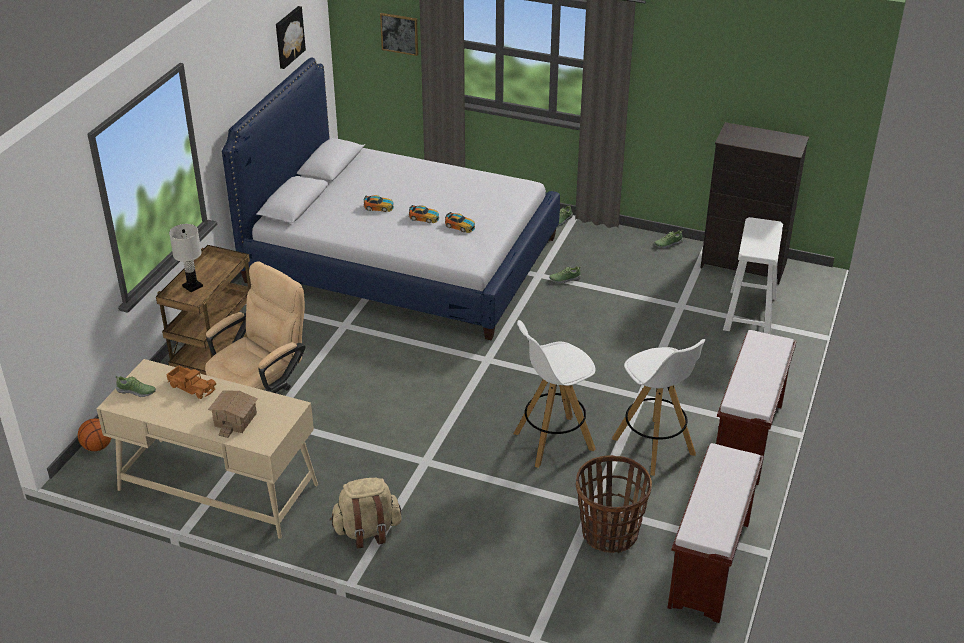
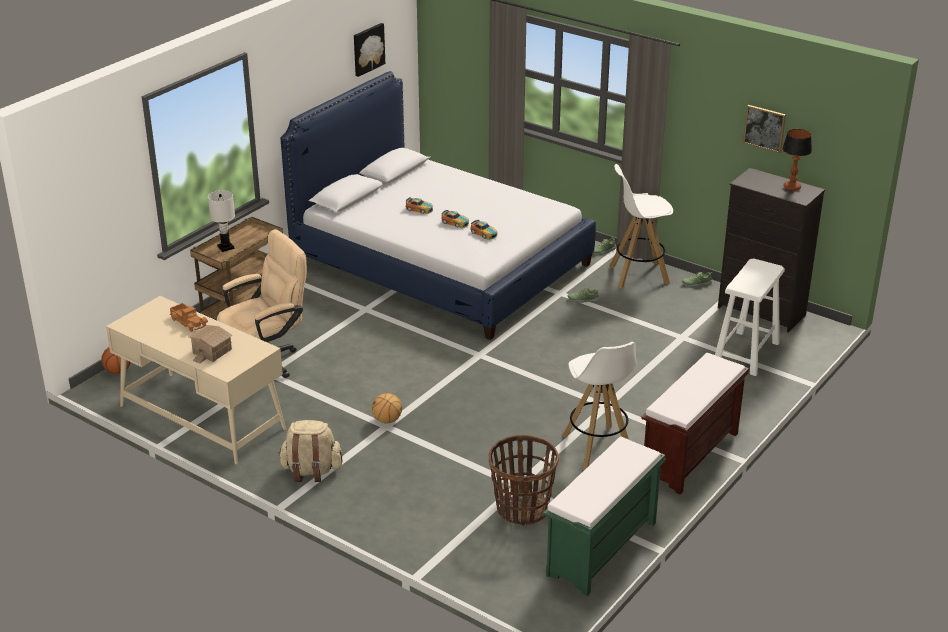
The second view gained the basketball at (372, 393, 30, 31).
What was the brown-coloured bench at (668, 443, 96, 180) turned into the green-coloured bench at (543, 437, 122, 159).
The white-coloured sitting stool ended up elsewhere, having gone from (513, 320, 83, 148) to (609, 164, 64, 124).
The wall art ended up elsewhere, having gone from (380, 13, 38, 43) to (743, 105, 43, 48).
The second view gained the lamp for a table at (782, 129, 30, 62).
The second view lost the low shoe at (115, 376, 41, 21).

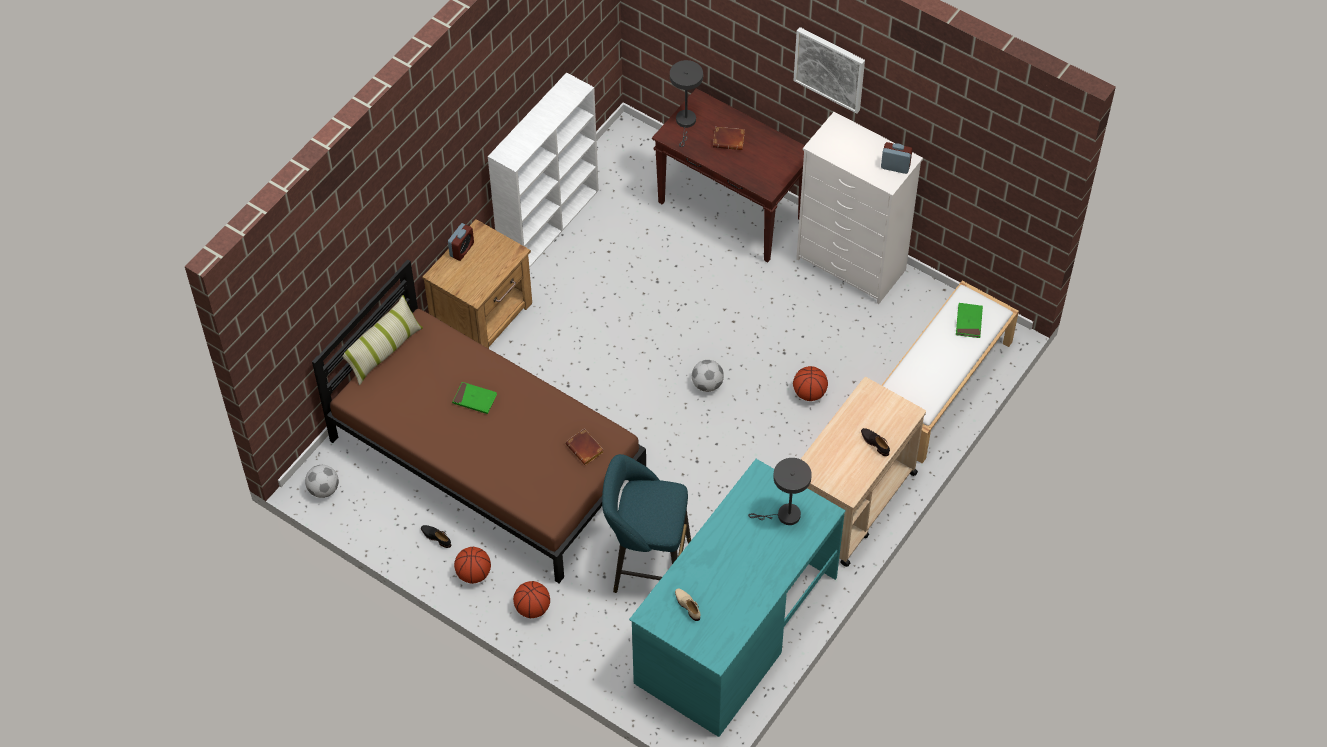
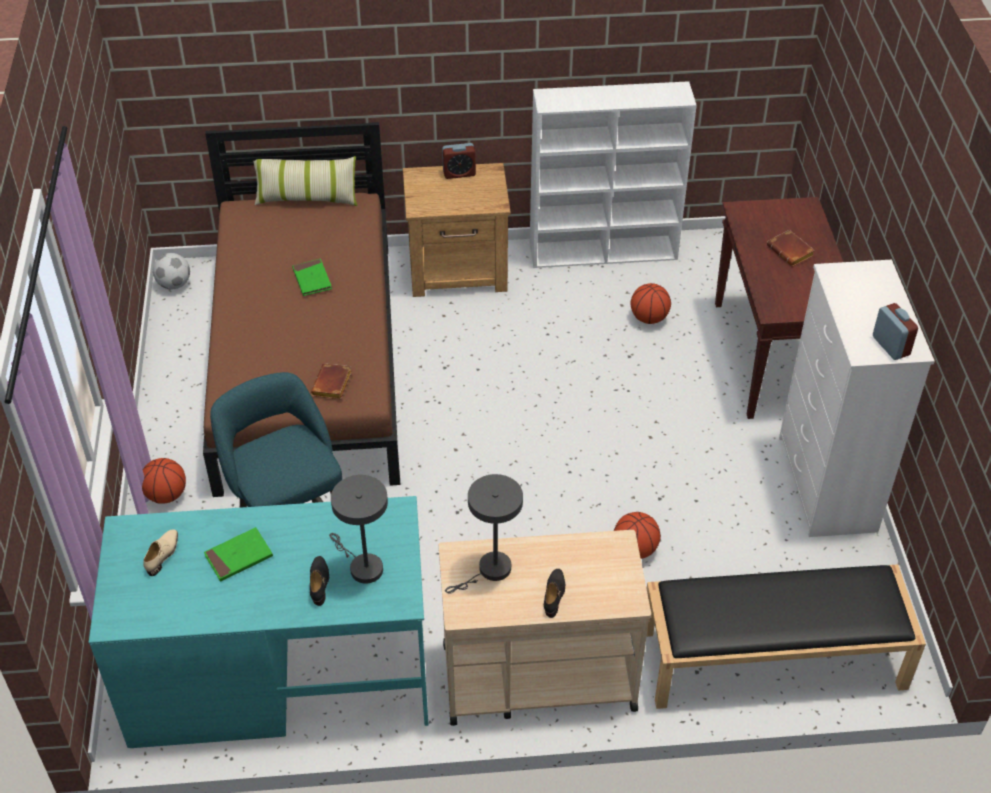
The green-coloured volume ended up elsewhere, having gone from (956, 303, 27, 35) to (204, 527, 69, 55).
The blackish low shoe ended up elsewhere, having gone from (421, 525, 30, 23) to (310, 556, 19, 50).
The grey lamp for a table ended up elsewhere, having gone from (670, 60, 33, 87) to (445, 474, 78, 120).
The basketball ended up elsewhere, having gone from (454, 547, 37, 37) to (630, 283, 41, 41).
What was the white-coloured bench at (882, 281, 137, 182) turned into the blackish bench at (646, 565, 280, 144).
The second view lost the ball for football at (692, 360, 32, 32).
The second view lost the wall art at (793, 27, 72, 87).

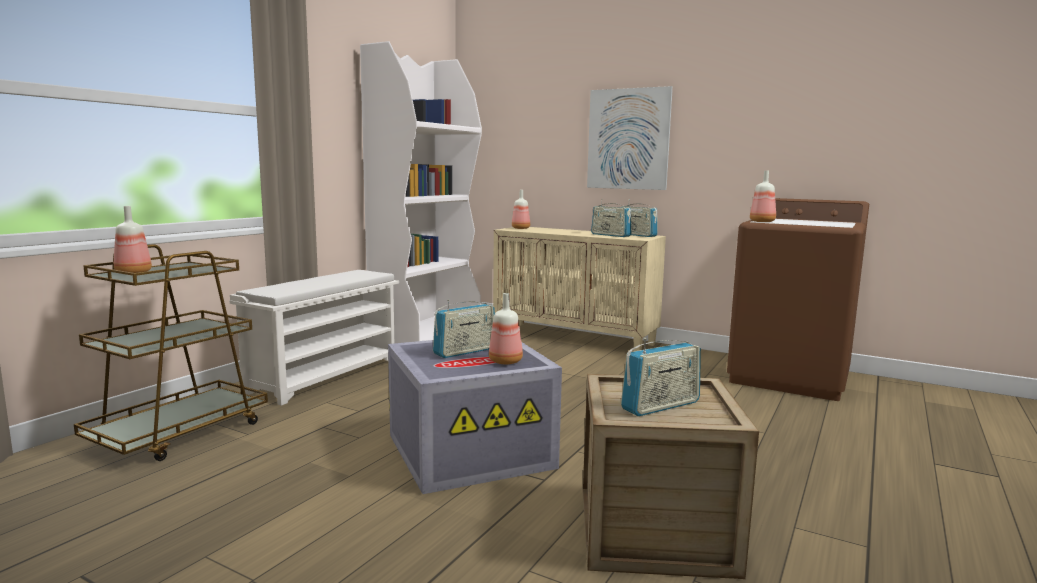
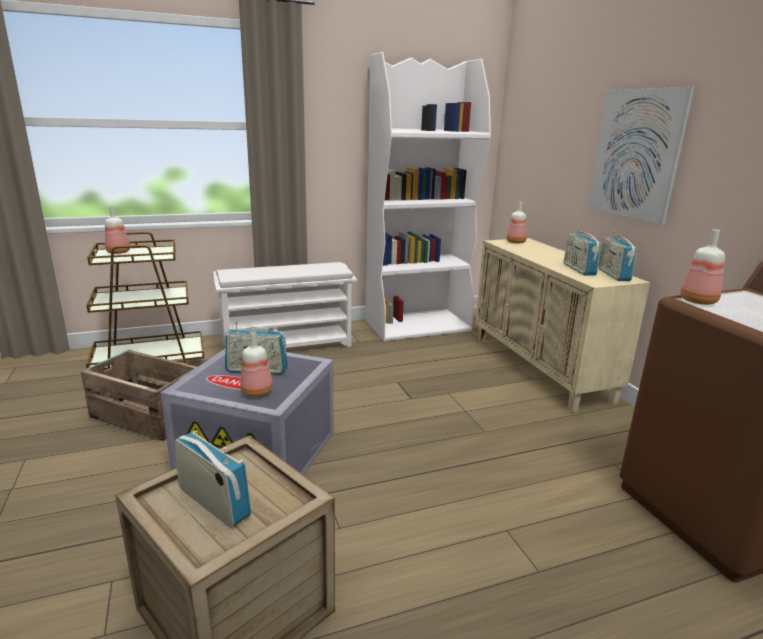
The second view gained the crate at (81, 350, 116, 91).
The radio set at (621, 338, 80, 78) ended up facing another way, 150 degrees counterclockwise from before.

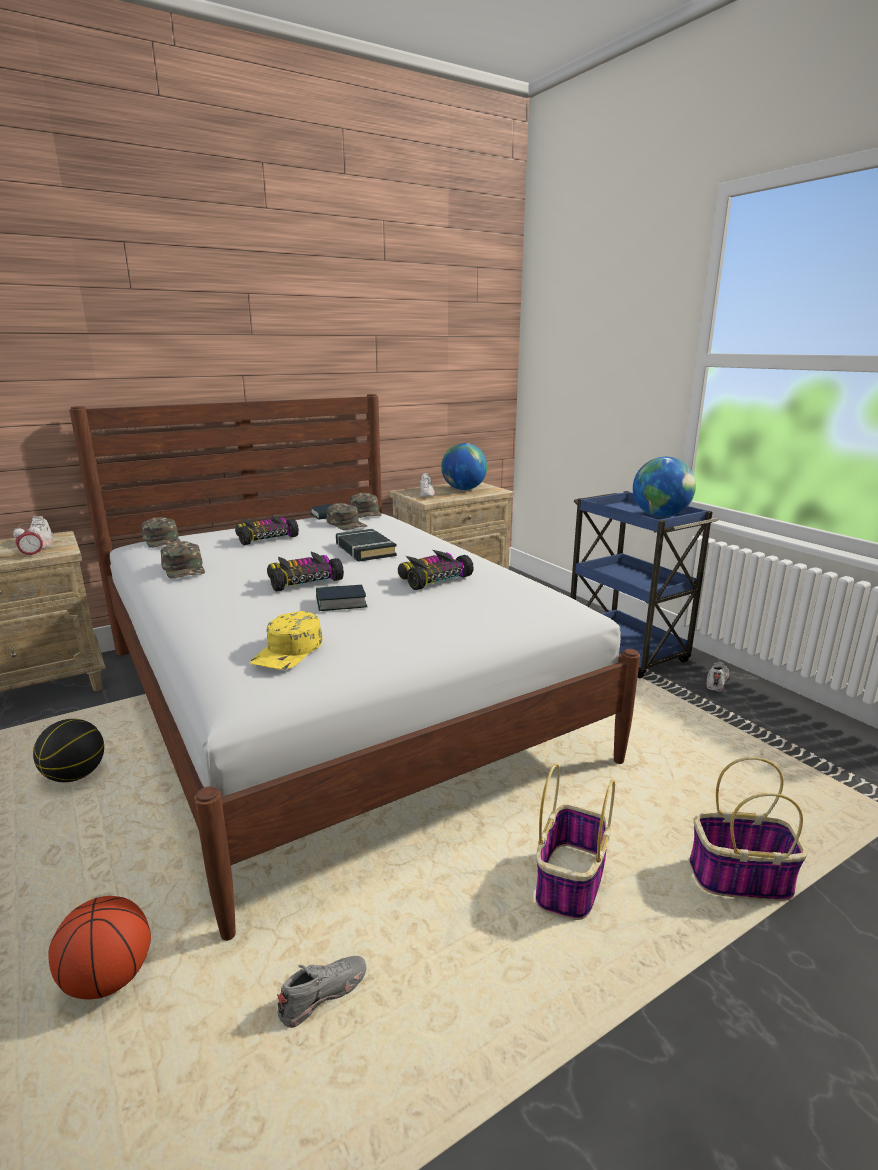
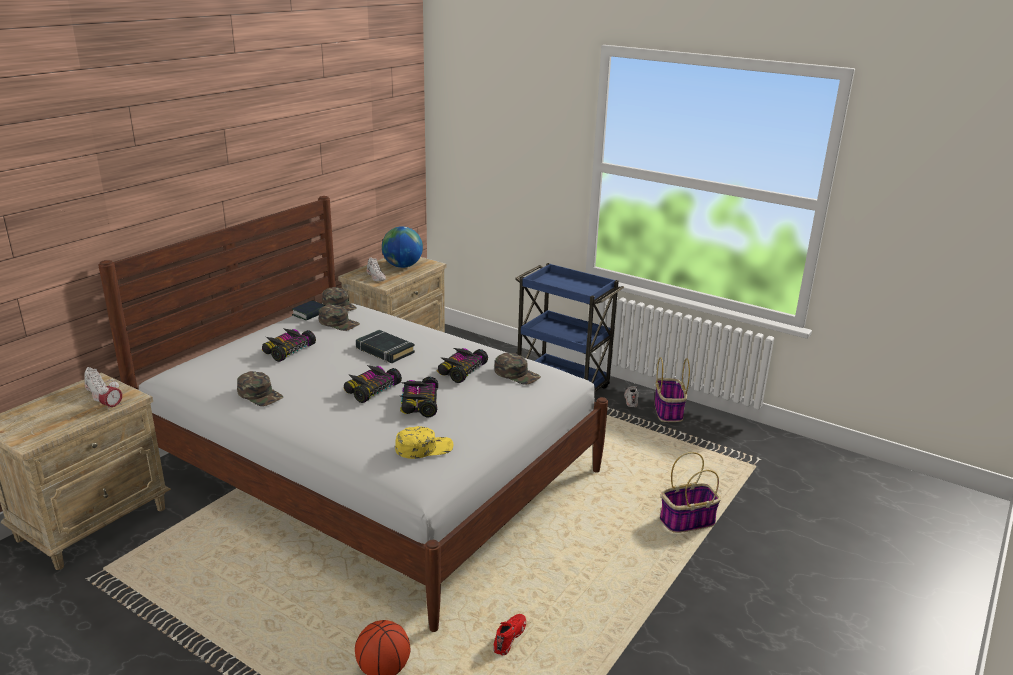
The yellow cap at (250, 611, 73, 59) ended up facing another way, 105 degrees counterclockwise from before.
Where the volume stood at (316, 585, 51, 26), the model car came to stand at (400, 377, 38, 40).
What was the grey low shoe at (277, 956, 90, 72) turned into the red low shoe at (493, 614, 33, 41).
The green-coloured cap ended up elsewhere, having gone from (141, 517, 40, 31) to (494, 353, 47, 32).
The household basket ended up elsewhere, having gone from (535, 763, 80, 157) to (654, 357, 36, 65).
The second view lost the basketball at (33, 719, 71, 63).
The second view lost the desk globe at (633, 457, 63, 60).

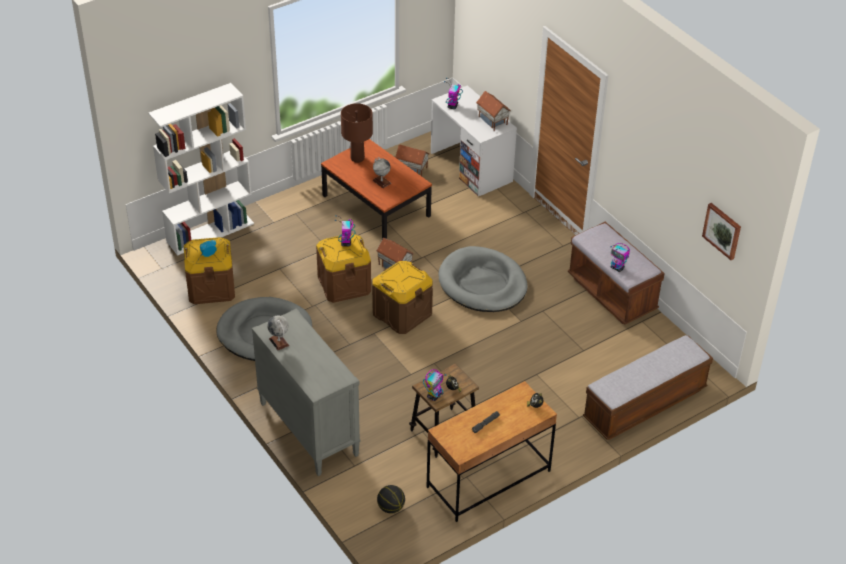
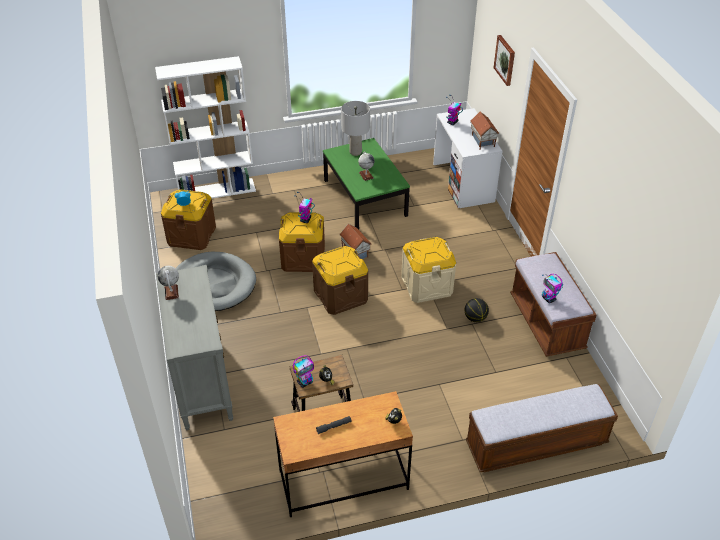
What was the brown-coloured lounge table at (321, 139, 111, 100) turned into the green-coloured lounge table at (323, 138, 87, 91).
What was the brown-coloured lamp for a table at (341, 103, 32, 60) turned into the grey lamp for a table at (341, 101, 29, 55).
Where the grey dog bed stood at (439, 246, 89, 66), the beige-coloured storage container came to stand at (401, 237, 55, 66).
The basketball ended up elsewhere, having gone from (377, 485, 28, 29) to (465, 298, 24, 24).
The wall art ended up elsewhere, having gone from (702, 203, 39, 57) to (494, 35, 21, 51).
The second view lost the miniature house at (395, 145, 35, 31).

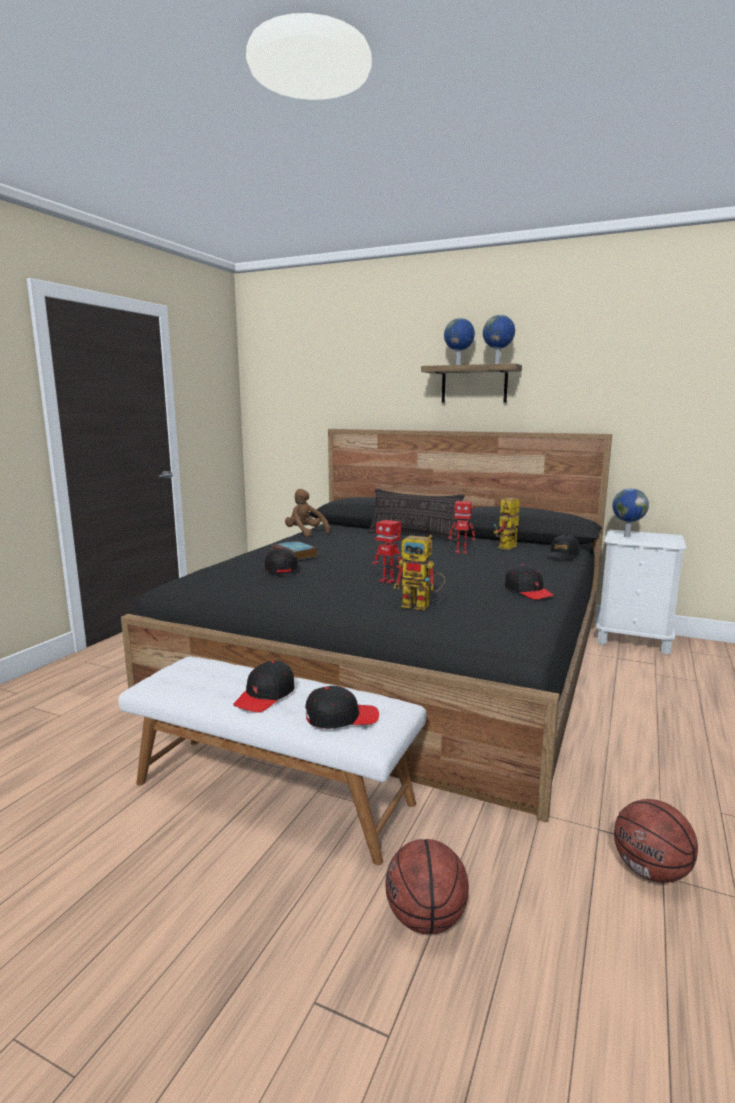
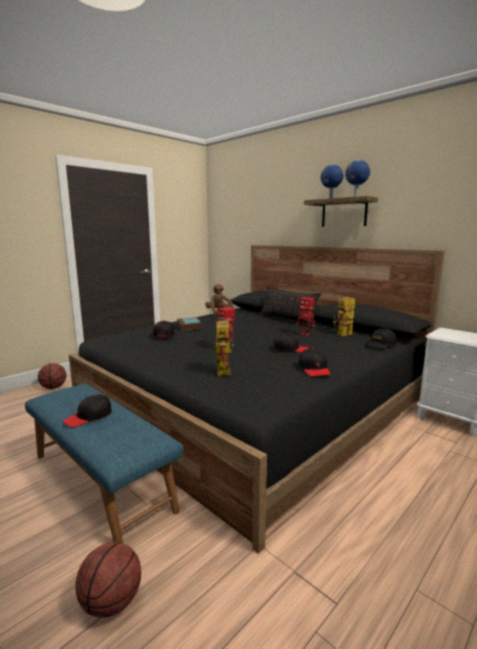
What was the white-coloured bench at (118, 657, 308, 208) turned into the bluish bench at (25, 384, 159, 160).
The basketball ended up elsewhere, having gone from (614, 799, 84, 84) to (38, 363, 28, 26).
The model robot at (394, 535, 52, 75) ended up facing another way, 135 degrees counterclockwise from before.
The blackish cap ended up elsewhere, having gone from (305, 686, 74, 43) to (273, 333, 36, 19).
The second view lost the desk globe at (612, 488, 37, 49).

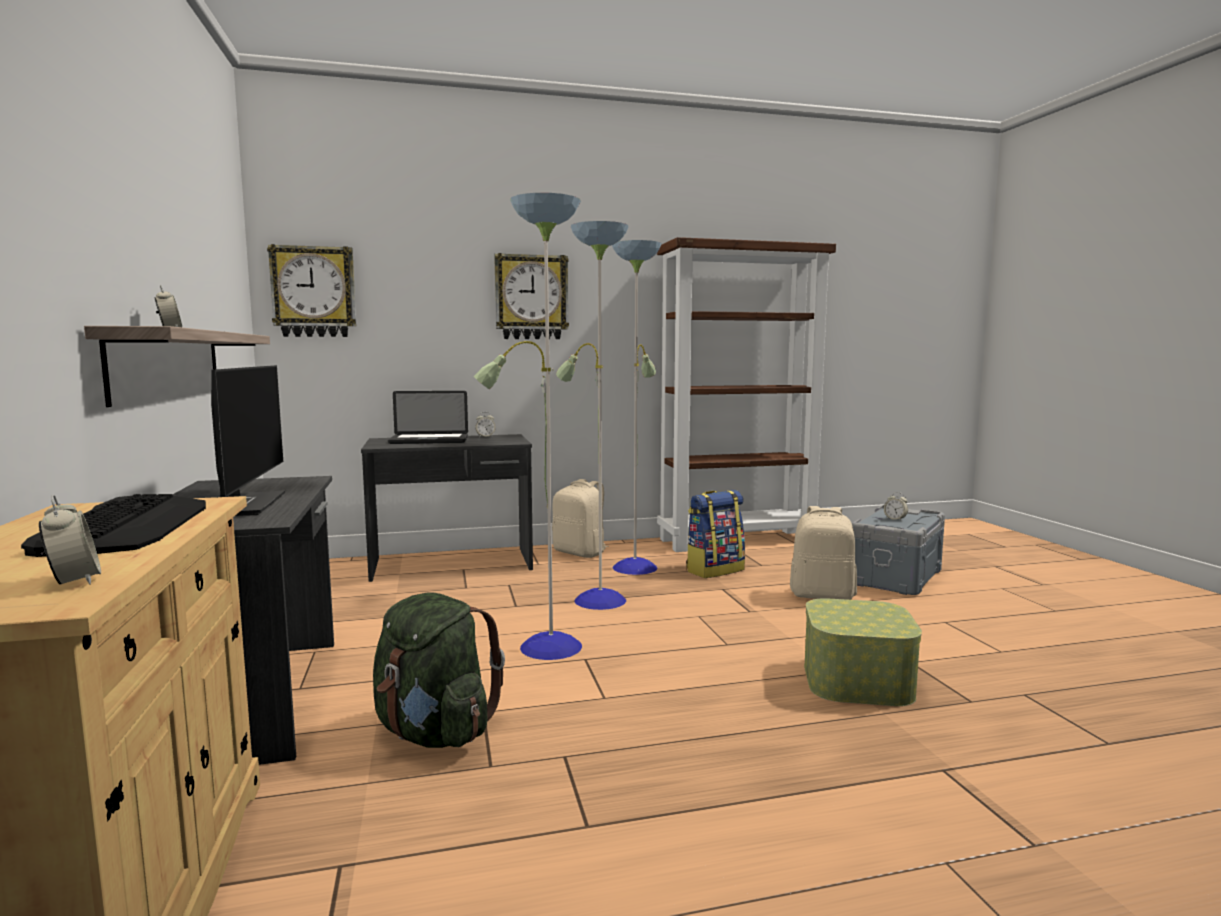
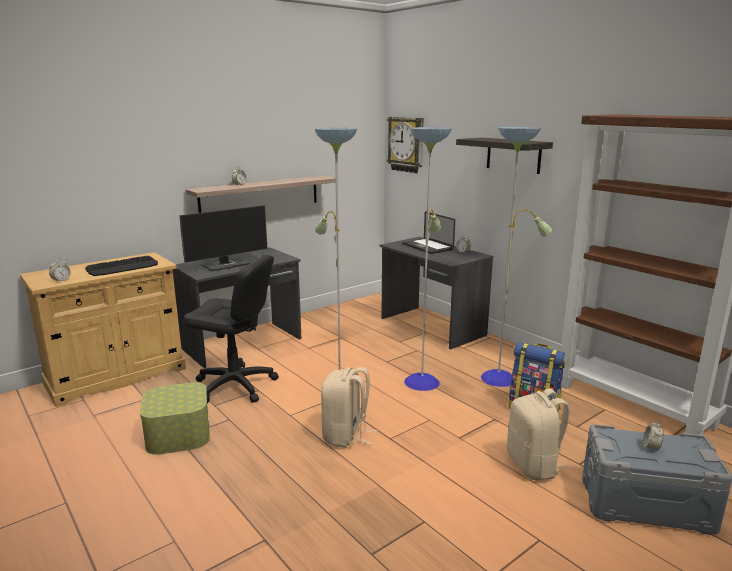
The storage container ended up elsewhere, having gone from (804, 598, 118, 108) to (139, 382, 71, 73).
Where the green-coloured backpack stood at (373, 592, 132, 156), the blackish office chair came to stand at (183, 255, 96, 148).
The beige-coloured backpack ended up elsewhere, having gone from (552, 479, 57, 79) to (321, 367, 57, 81).
Where the hanging clock hung at (494, 253, 75, 86), the bracket shelf came to hang at (456, 138, 97, 36).

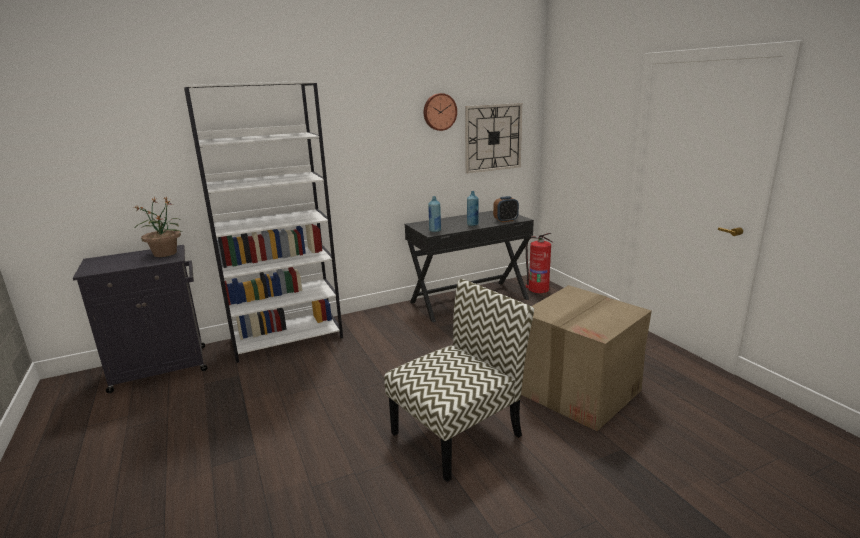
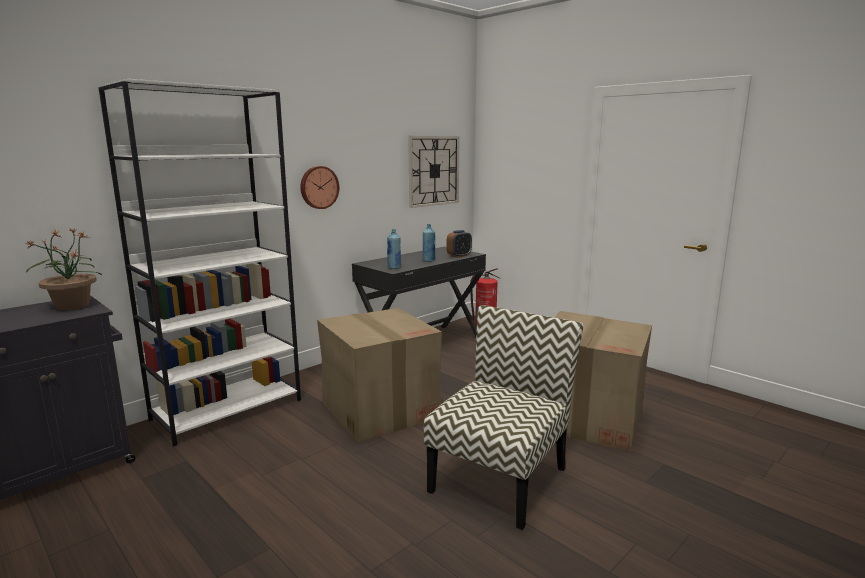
The hanging clock ended up elsewhere, having gone from (424, 93, 33, 38) to (300, 166, 39, 43).
The second view gained the cardboard box at (317, 308, 125, 135).

